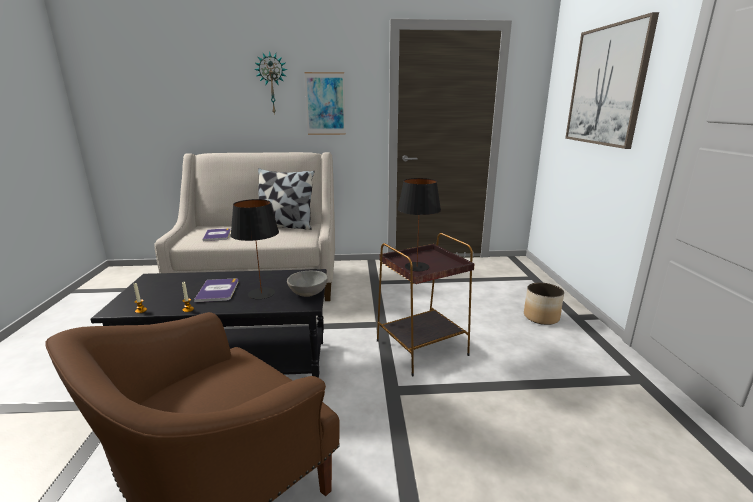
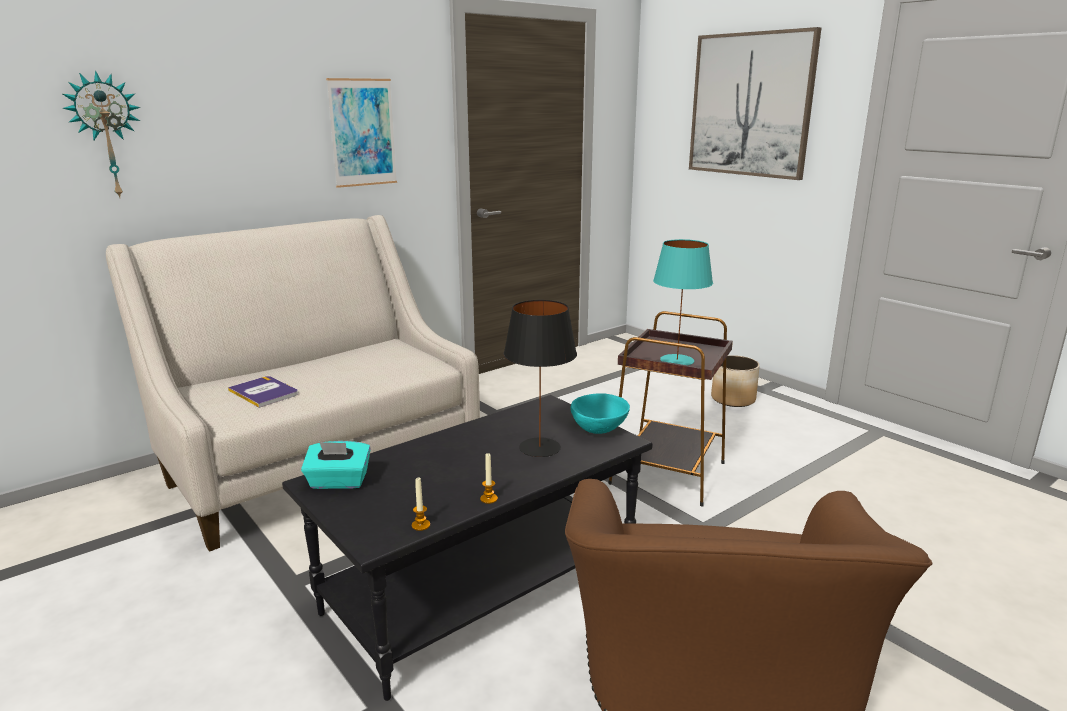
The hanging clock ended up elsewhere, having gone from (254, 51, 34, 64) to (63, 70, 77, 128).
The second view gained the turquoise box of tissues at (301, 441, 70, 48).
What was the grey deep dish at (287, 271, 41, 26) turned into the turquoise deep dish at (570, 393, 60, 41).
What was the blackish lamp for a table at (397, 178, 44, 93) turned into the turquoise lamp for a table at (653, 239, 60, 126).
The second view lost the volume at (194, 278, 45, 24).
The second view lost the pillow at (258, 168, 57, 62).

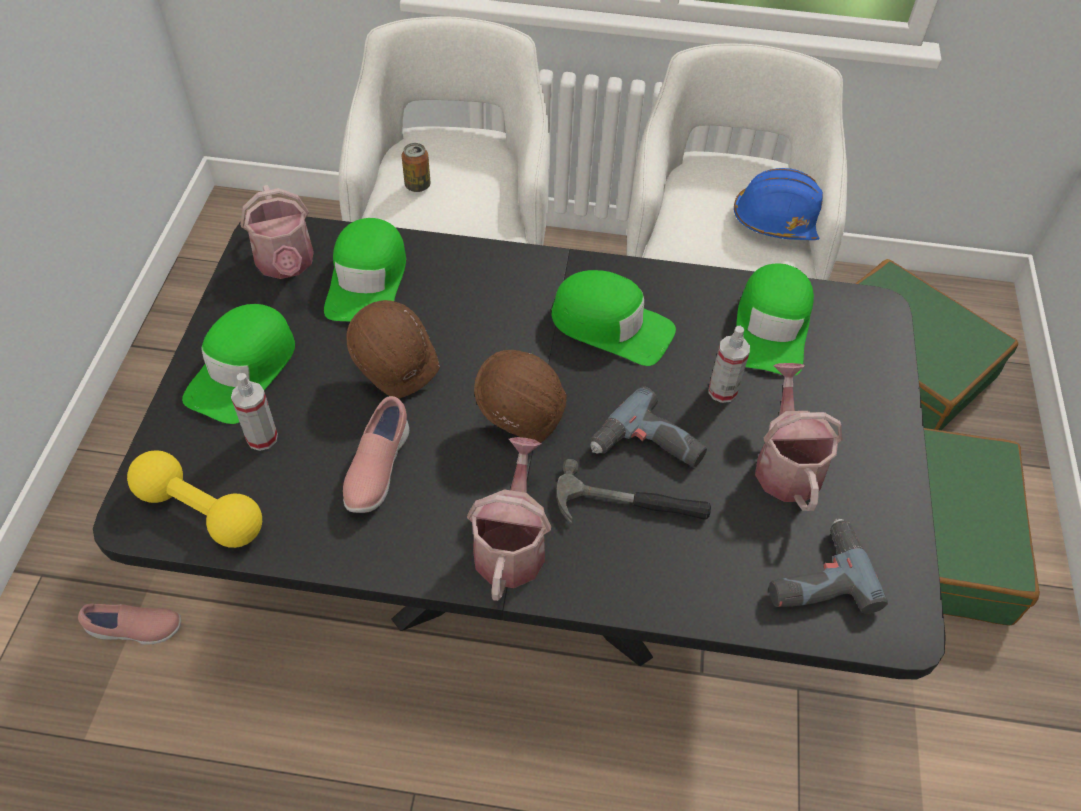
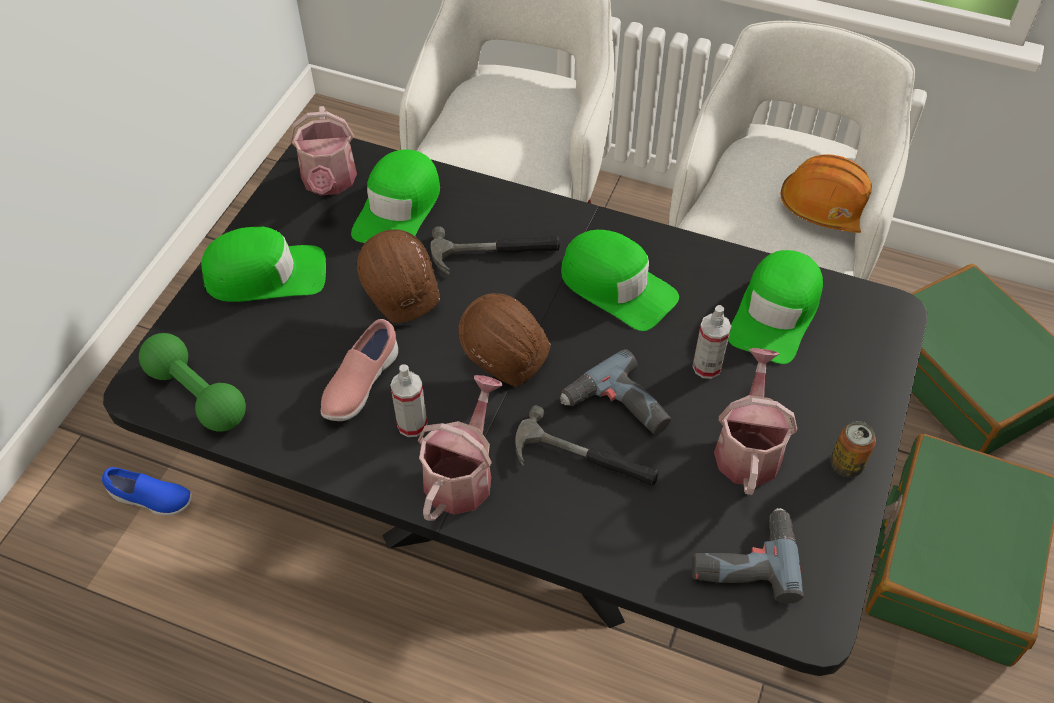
What was the pink low shoe at (78, 603, 103, 42) turned into the bluish low shoe at (102, 467, 90, 49).
What was the yellow free weight at (127, 450, 135, 98) turned into the green-coloured free weight at (139, 333, 107, 99).
The green-coloured cap at (182, 304, 113, 120) ended up facing another way, 135 degrees counterclockwise from before.
The spray bottle ended up elsewhere, having gone from (231, 373, 47, 78) to (390, 364, 37, 73).
The second view gained the hand hammer at (431, 226, 129, 50).
What was the bluish safety helmet at (734, 168, 89, 72) turned into the orangey safety helmet at (781, 154, 91, 79).
The can ended up elsewhere, having gone from (402, 143, 29, 49) to (830, 421, 46, 56).

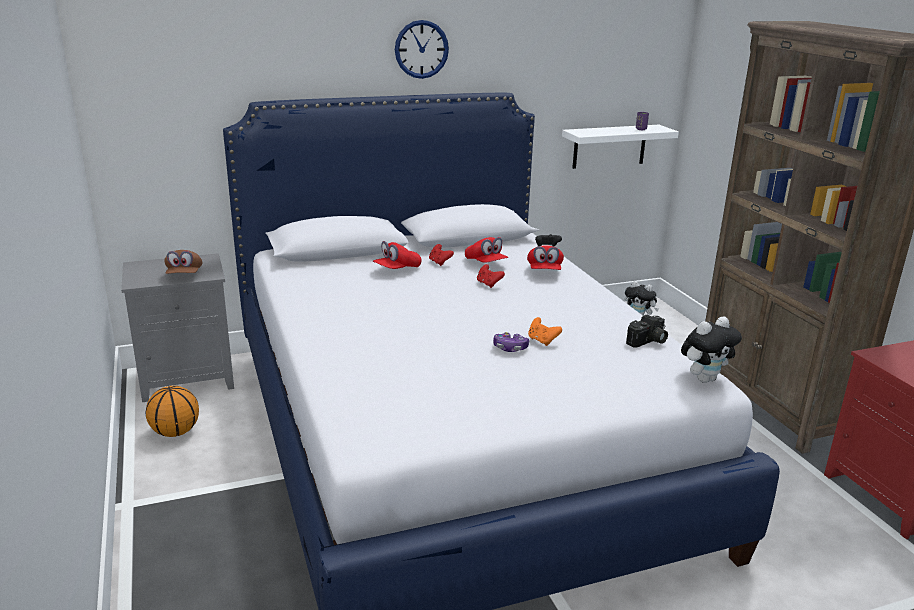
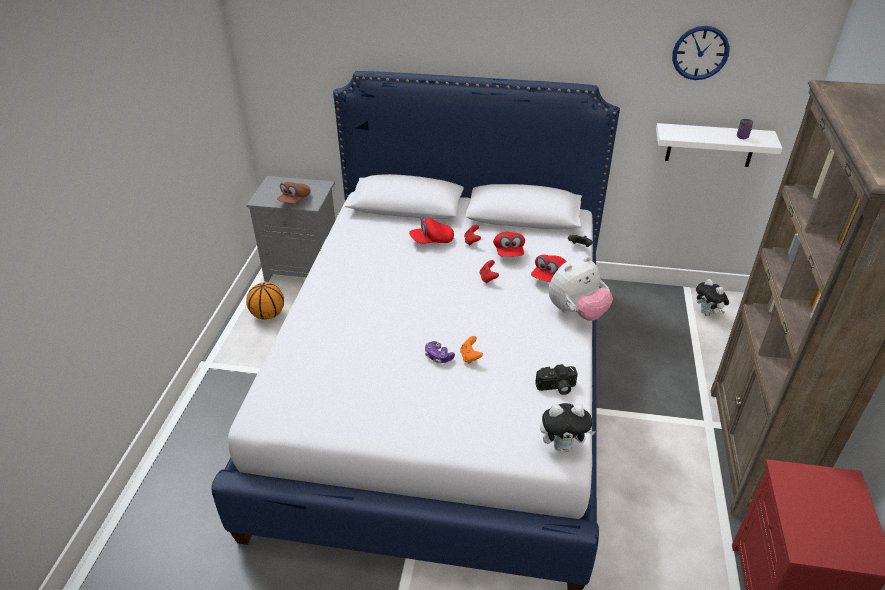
The second view gained the soft toy at (549, 256, 64, 65).
The hanging clock ended up elsewhere, having gone from (395, 20, 54, 59) to (672, 26, 58, 54).

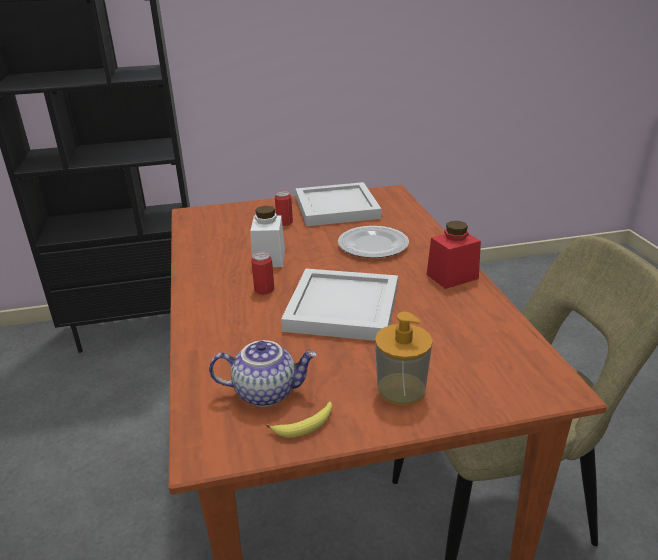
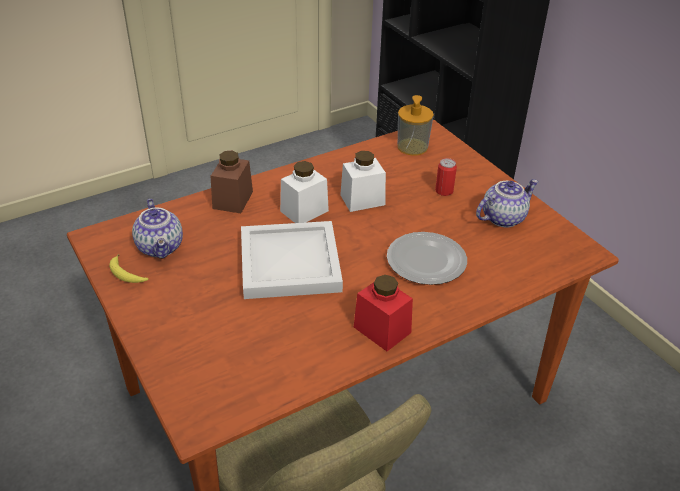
The second view gained the brown-coloured storage jar at (211, 151, 42, 62).
Where the can stood at (251, 251, 23, 43), the white-coloured storage jar came to stand at (280, 161, 49, 62).
The liquid soap bottle ended up elsewhere, having gone from (375, 312, 58, 94) to (398, 95, 36, 60).
Where the white-coloured carrying tray stood at (295, 182, 86, 44), the teapot came to stand at (476, 179, 63, 49).

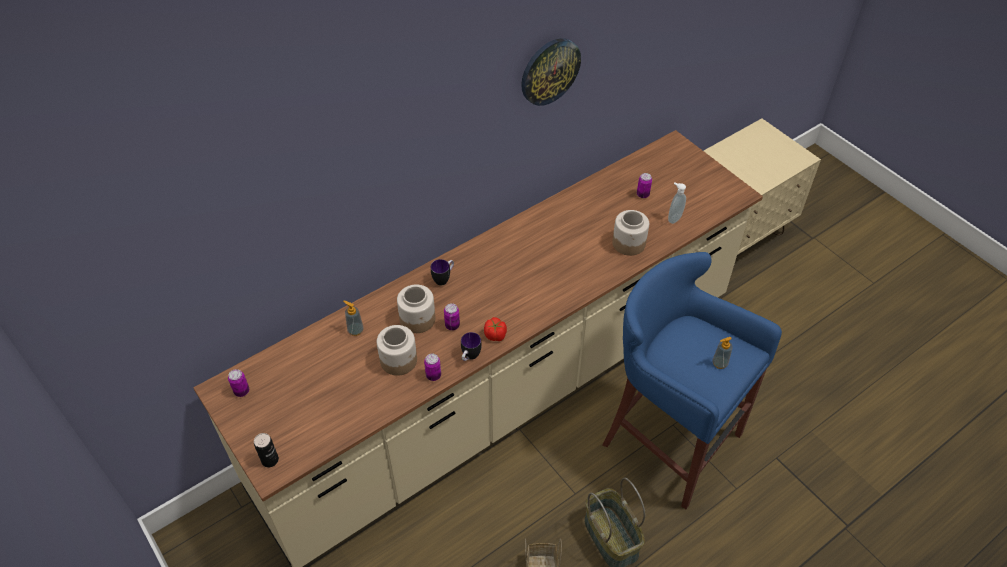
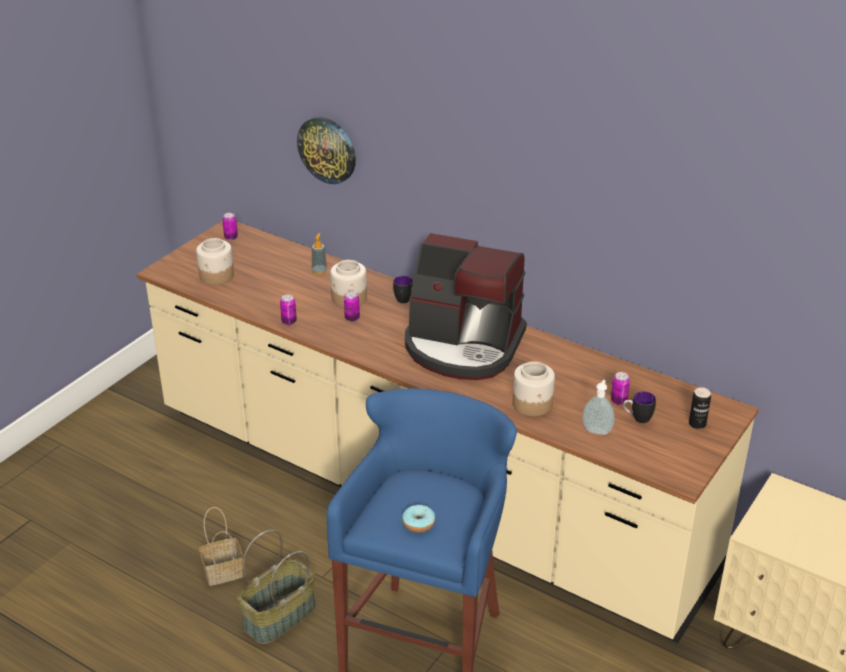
The storage jar ended up elsewhere, having gone from (377, 325, 40, 51) to (196, 238, 38, 47).
The hanging clock ended up elsewhere, having gone from (521, 38, 60, 68) to (297, 117, 59, 67).
Where the liquid soap bottle stood at (712, 337, 21, 32), the ring doughnut came to stand at (402, 505, 33, 28).
The second view gained the coffee brewer at (405, 233, 121, 147).
The tea mug ended up elsewhere, having gone from (461, 332, 21, 29) to (623, 391, 33, 32).
The can ended up elsewhere, having gone from (254, 433, 25, 35) to (689, 387, 22, 42).
The second view lost the tomato at (484, 317, 23, 24).

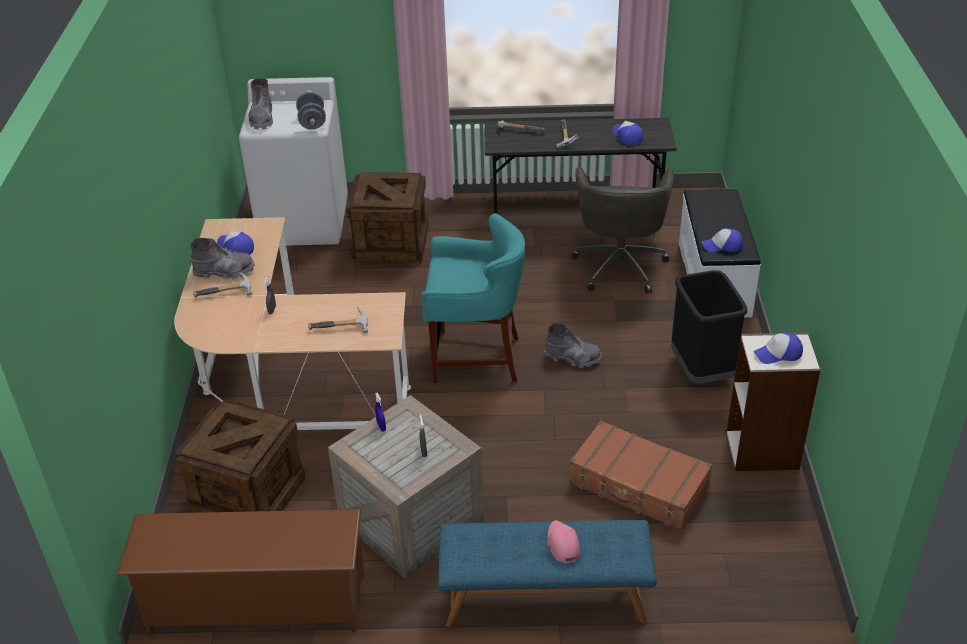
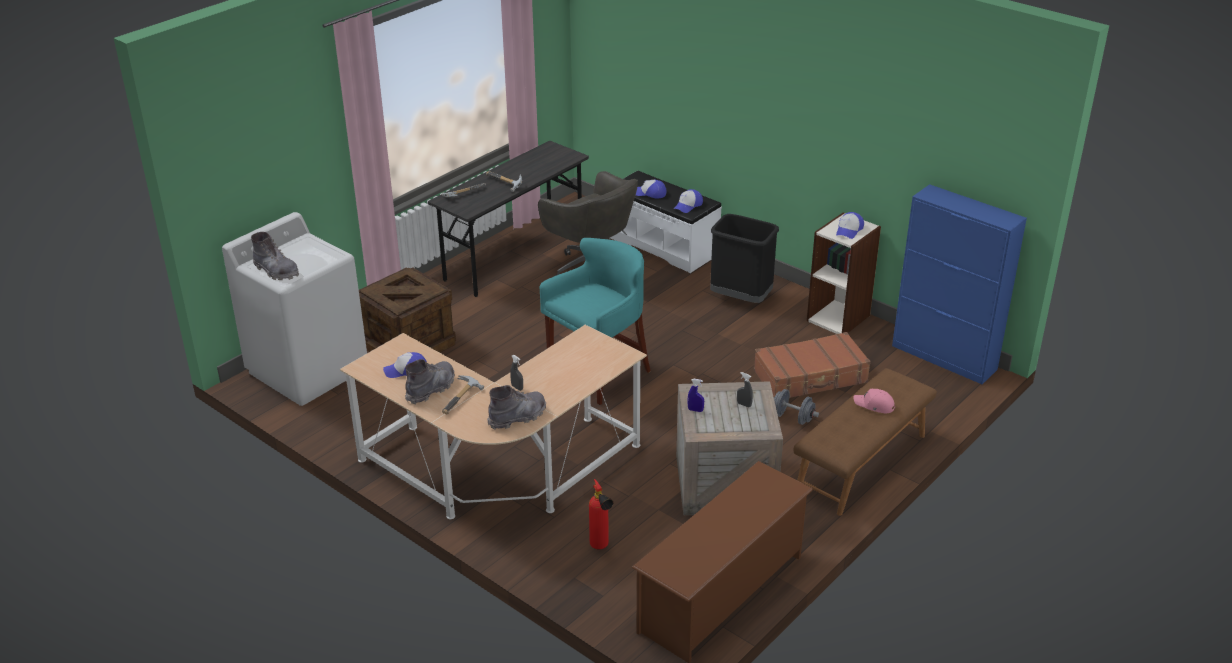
The grey high-top boot ended up elsewhere, having gone from (544, 323, 58, 45) to (487, 385, 59, 45).
Where the crate stood at (175, 399, 131, 114), the fire-fighting cylinder came to stand at (589, 479, 24, 70).
The cap ended up elsewhere, having gone from (612, 121, 31, 24) to (636, 179, 30, 20).
The grey free weight ended up elsewhere, having gone from (296, 92, 30, 37) to (774, 389, 45, 36).
What was the bluish bench at (438, 520, 219, 107) turned into the brown-coloured bench at (794, 368, 143, 148).
The second view gained the bluish cupboard at (892, 184, 135, 200).
The second view lost the hand hammer at (308, 307, 60, 26).

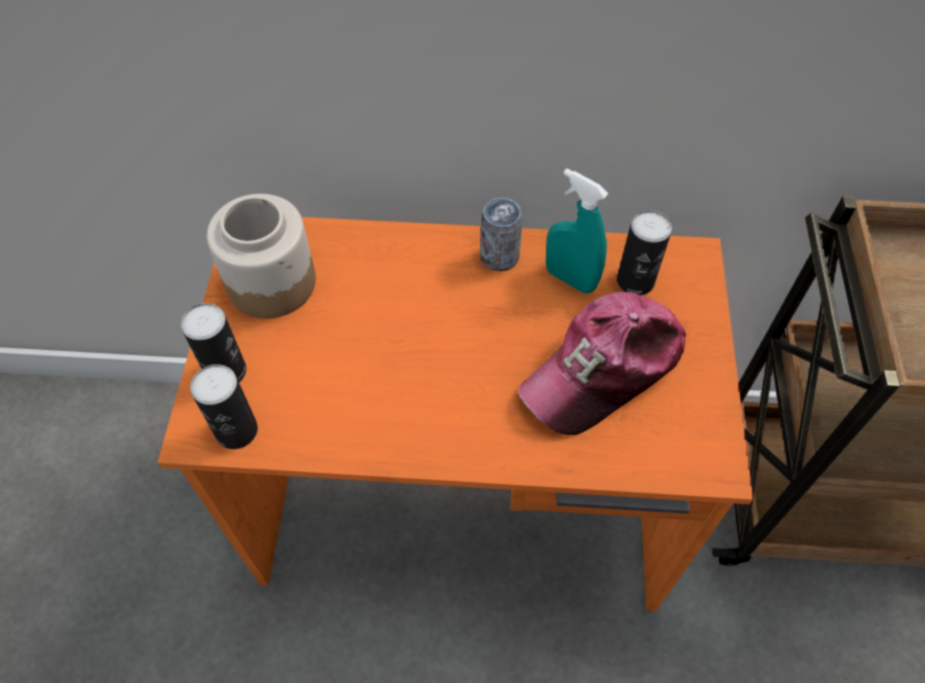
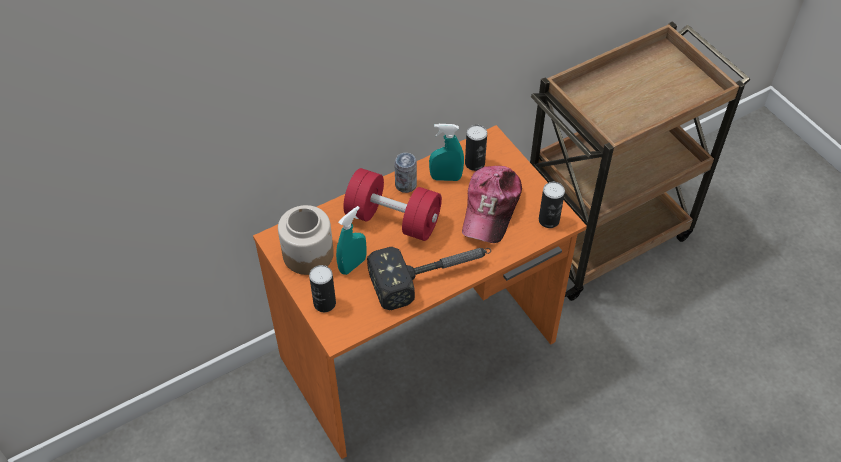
The second view gained the turquoise spray bottle at (336, 206, 30, 69).
The second view gained the red free weight at (343, 168, 99, 73).
The second view gained the hand hammer at (367, 247, 124, 63).
The can ended up elsewhere, having gone from (190, 364, 68, 85) to (539, 182, 26, 46).

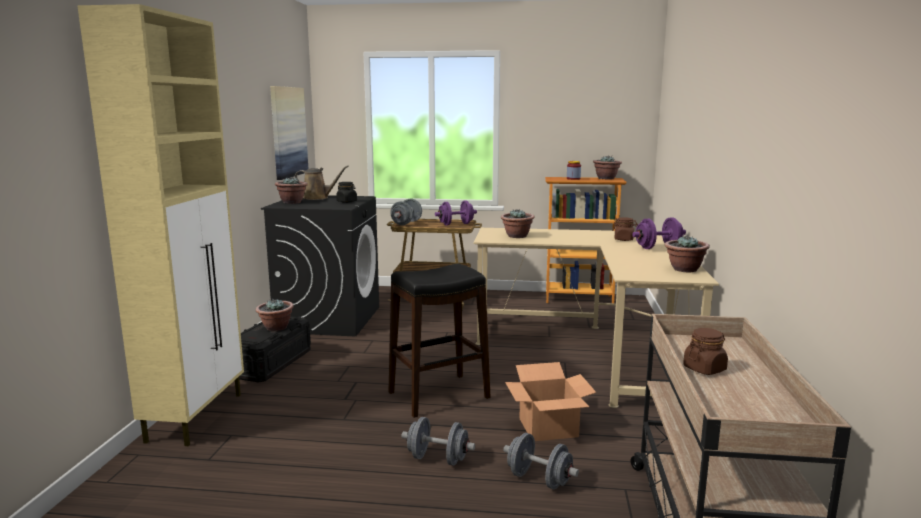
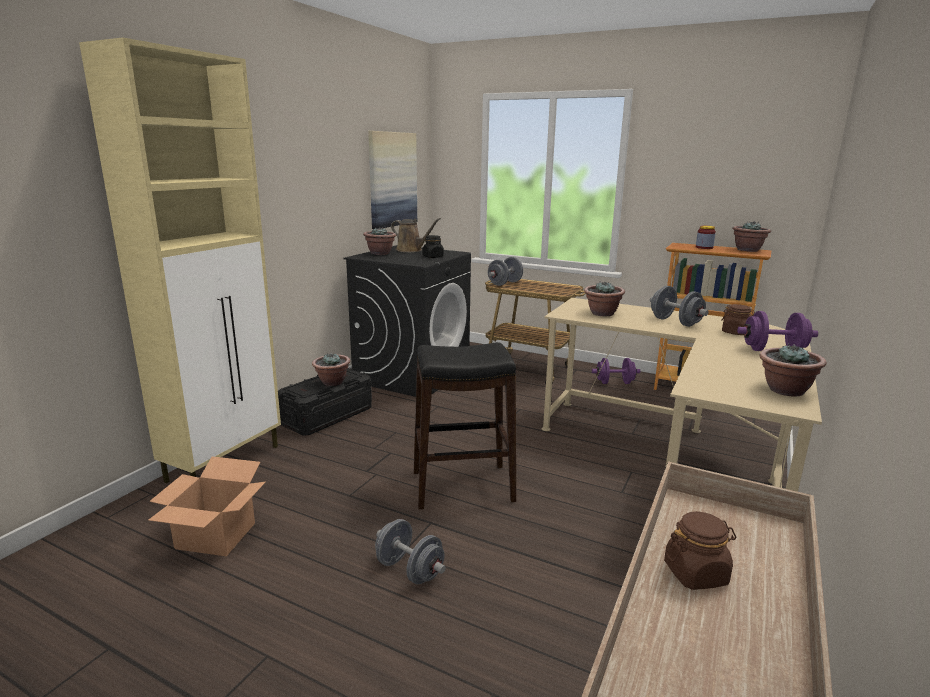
The cardboard box ended up elsewhere, having gone from (505, 362, 91, 79) to (148, 456, 118, 101).
The purplish free weight ended up elsewhere, having gone from (435, 200, 42, 26) to (592, 358, 48, 26).
The grey free weight ended up elsewhere, having gone from (503, 433, 76, 56) to (650, 286, 59, 41).

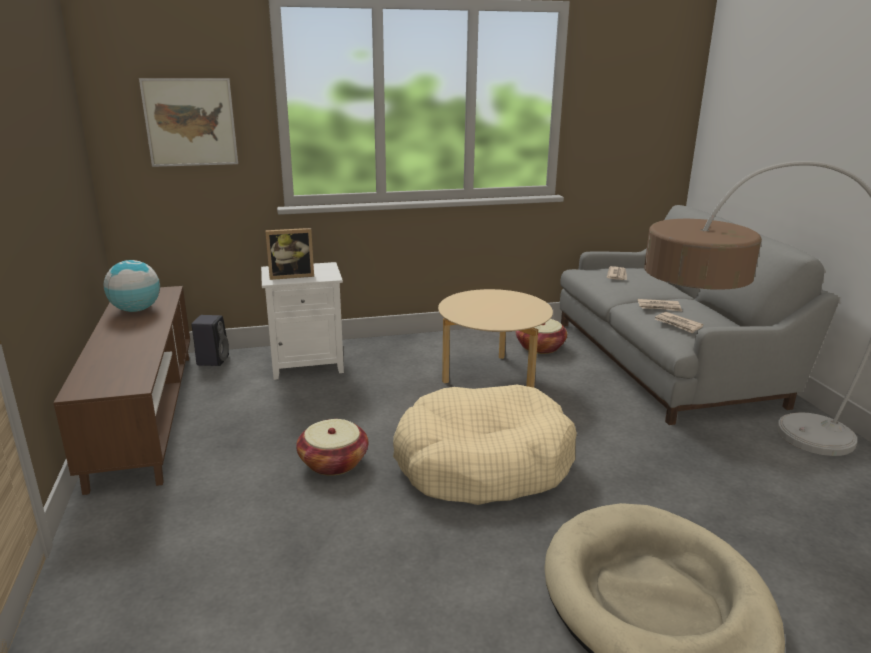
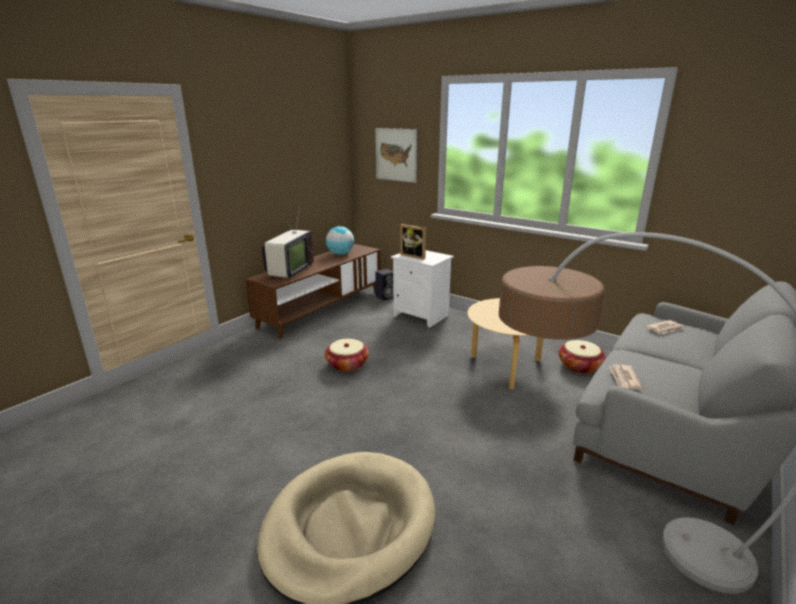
The second view gained the TV set at (262, 206, 52, 74).
The second view lost the beige-coloured dog bed at (393, 385, 184, 120).
The second view lost the daily paper at (638, 299, 44, 13).

